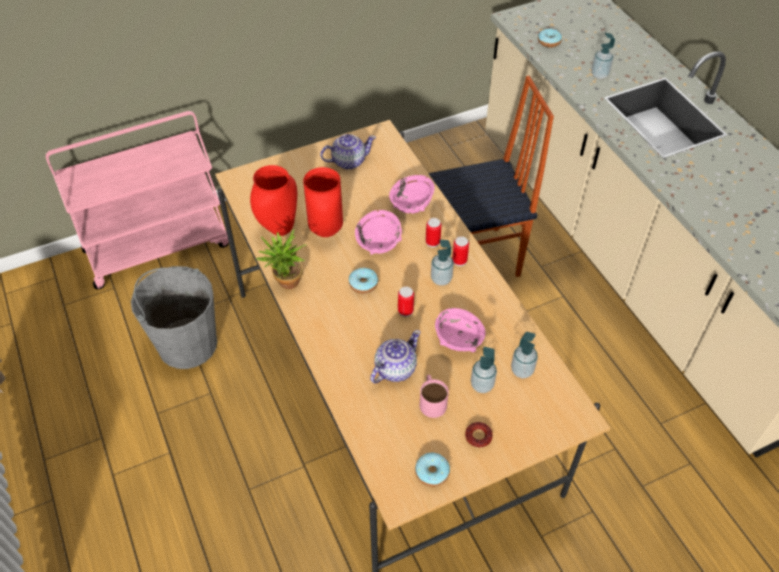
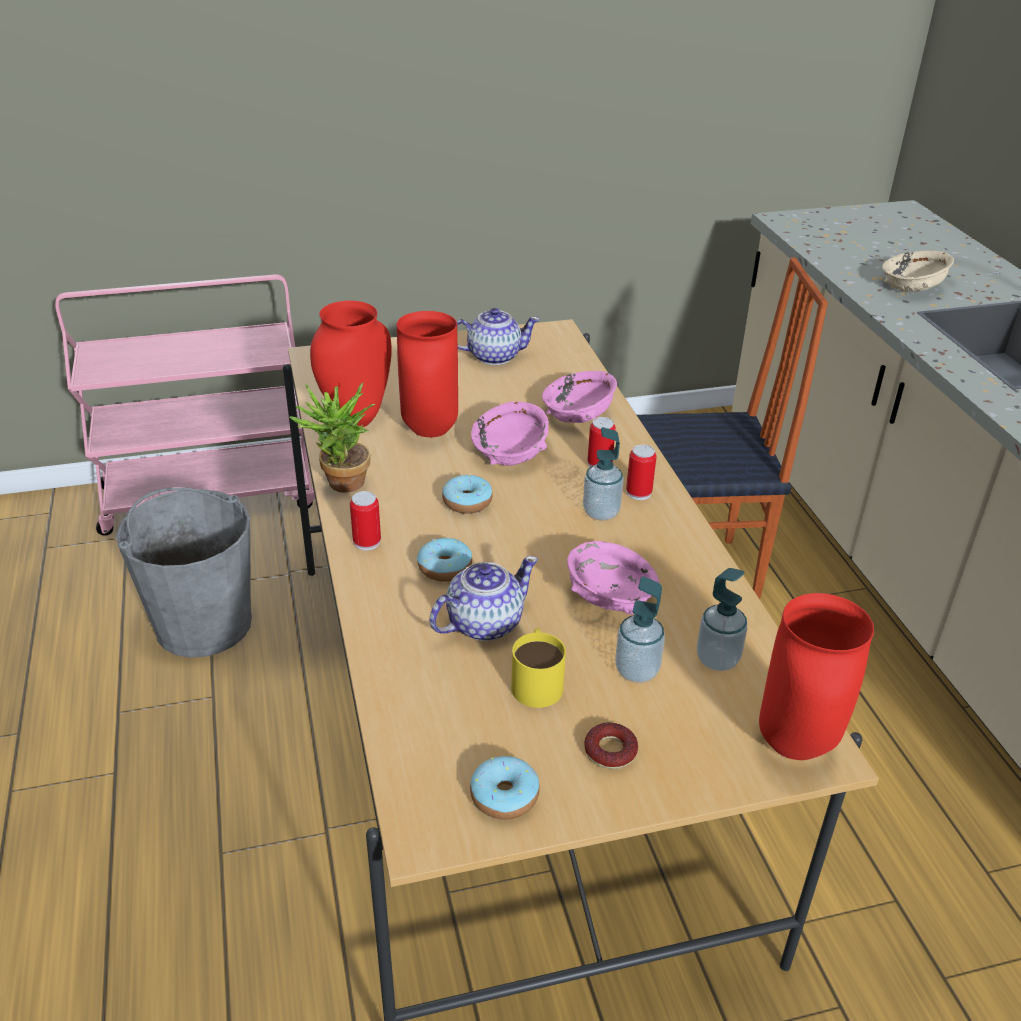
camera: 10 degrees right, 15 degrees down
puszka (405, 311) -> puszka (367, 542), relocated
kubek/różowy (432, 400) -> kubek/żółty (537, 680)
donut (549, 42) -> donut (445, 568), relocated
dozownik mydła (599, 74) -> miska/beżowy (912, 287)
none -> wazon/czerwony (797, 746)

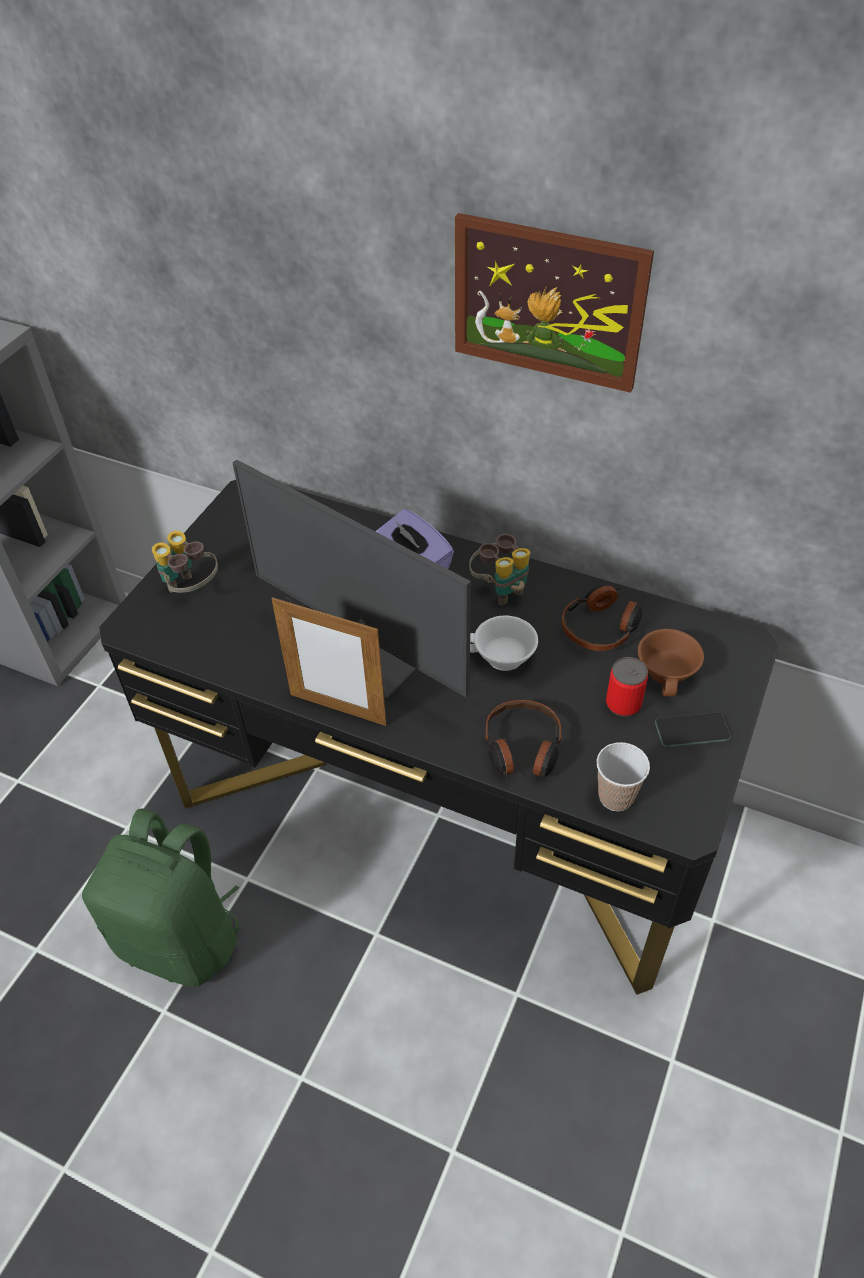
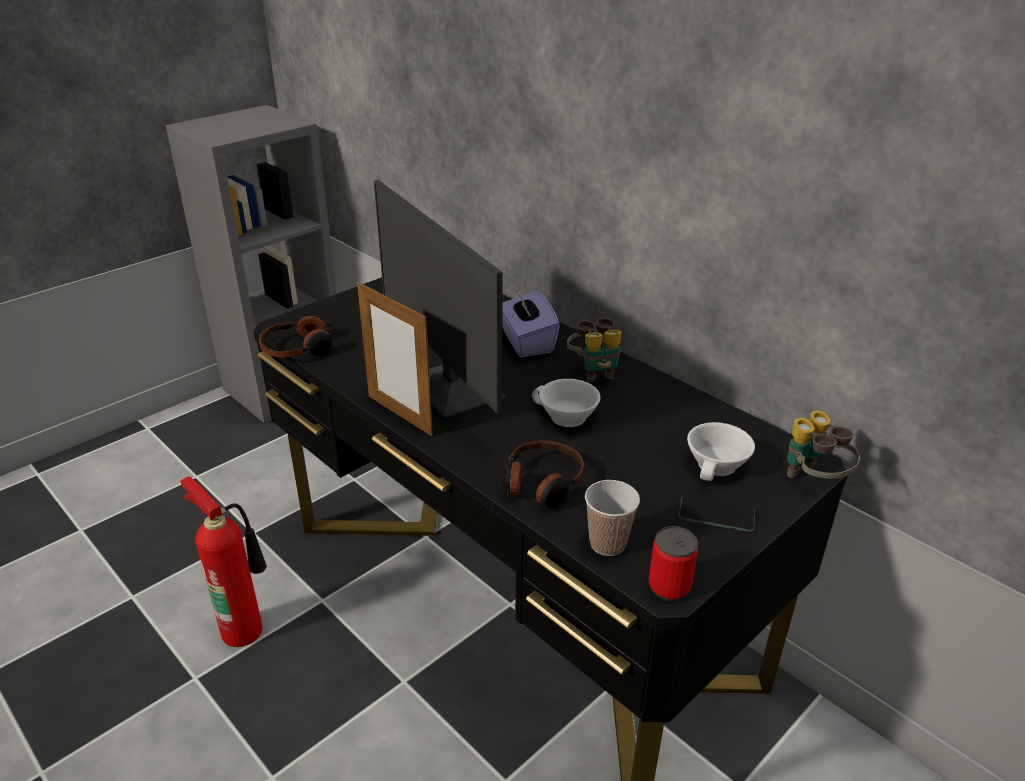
camera: 20 degrees right, 15 degrees down
plecak/zielony (182, 938) -> gaśnica (244, 627)
lornetka (191, 590) -> lornetka (813, 480), relocated
obraz (548, 303) -> none
słuchawki (601, 626) -> słuchawki (299, 348), relocated
puszka (623, 704) -> puszka (669, 586), relocated
filiżanka/brązowy (669, 672) -> filiżanka/biały (718, 466)

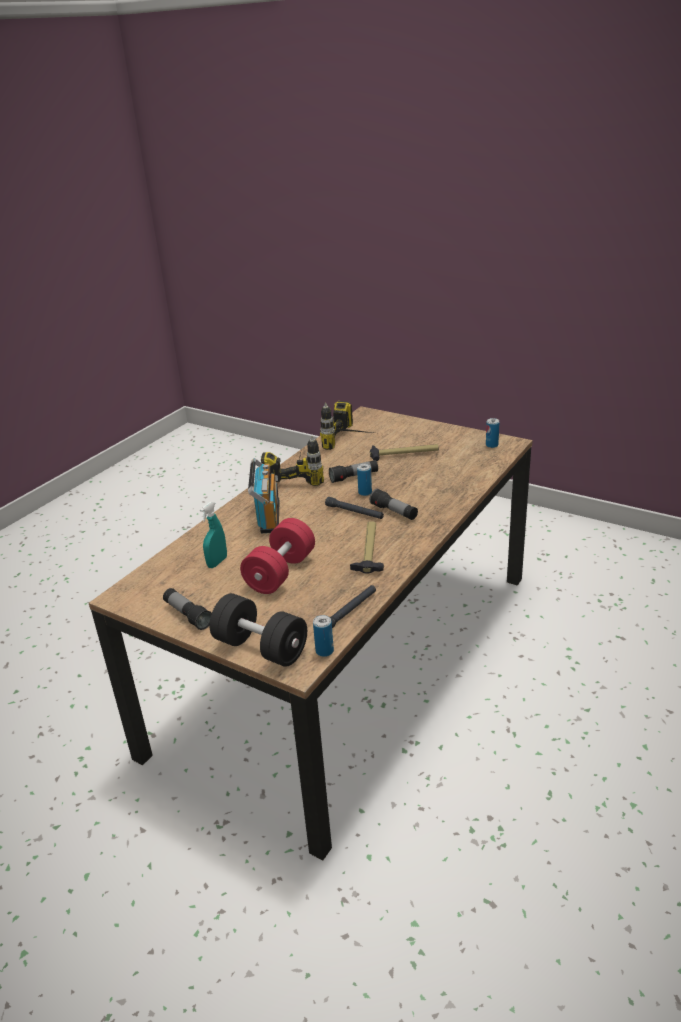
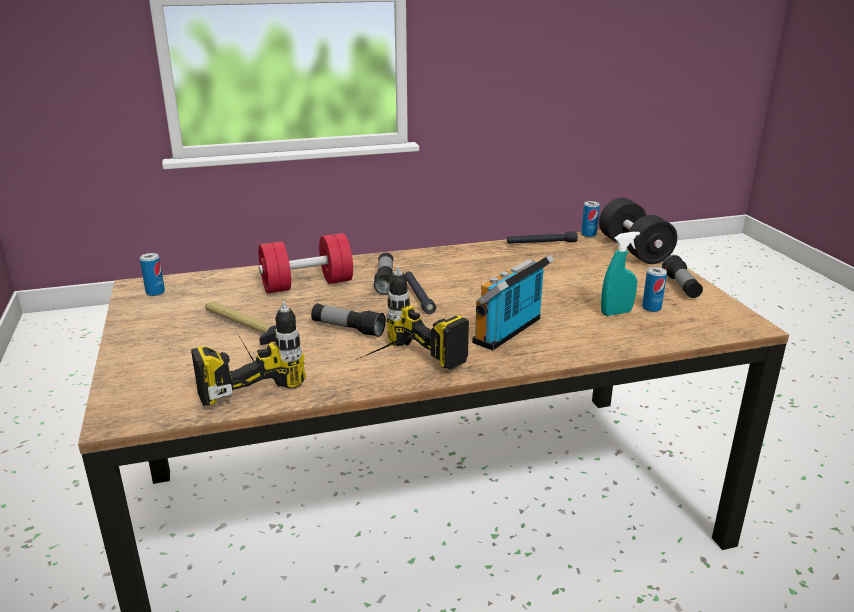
camera: 140 degrees left, 5 degrees down
hantel/czerwony (280, 572) -> hantel/czerwony (307, 285), relocated
młotek (369, 551) -> none
puszka (365, 492) -> puszka (651, 308), relocated

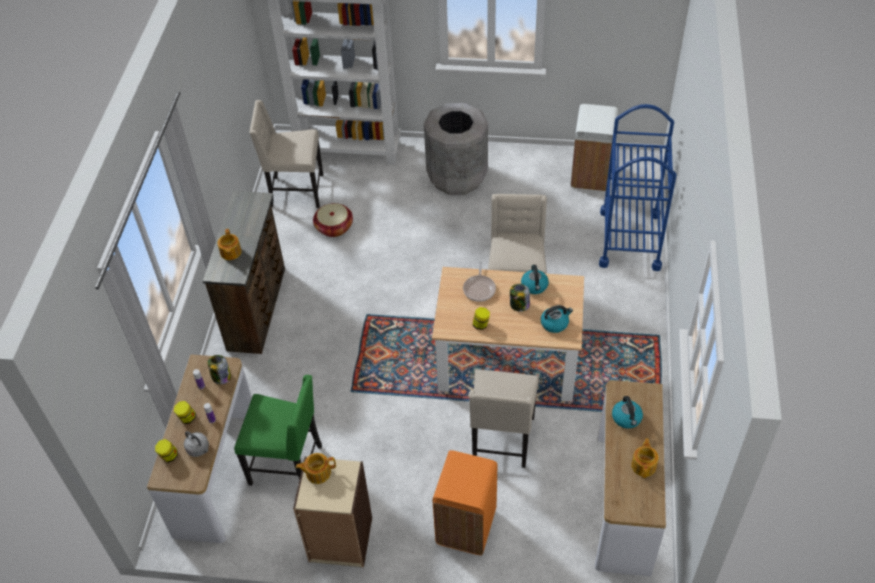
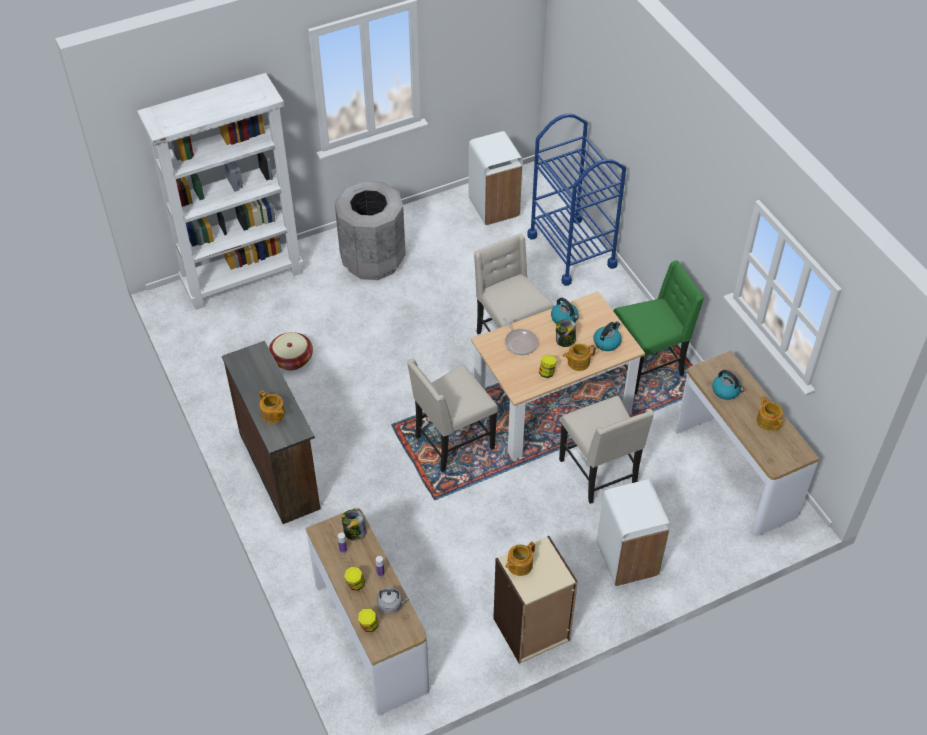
camera: 35 degrees left, 0 degrees up
krzesło/zielony (288, 464) -> krzesło/zielony (648, 366), relocated
krzesło/beżowy (295, 191) -> krzesło/beżowy (452, 442), relocated
kosz na śmieci/pomarańczowy (465, 527) -> kosz na śmieci/biały (627, 560)
none -> imbryk (578, 362)

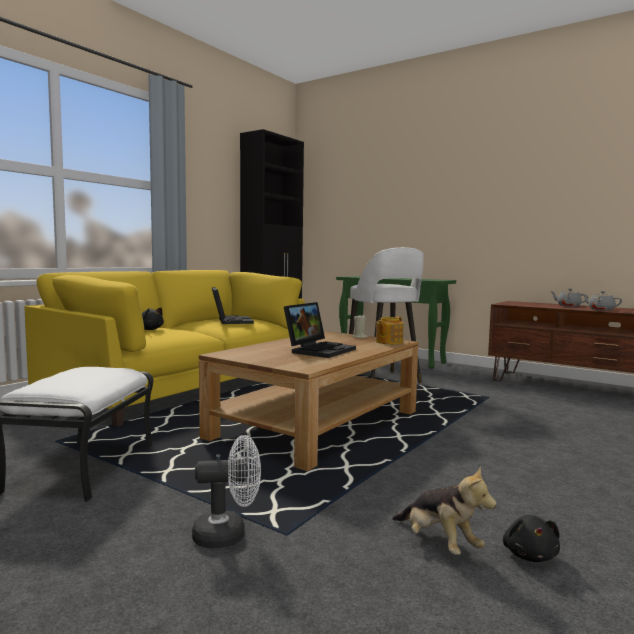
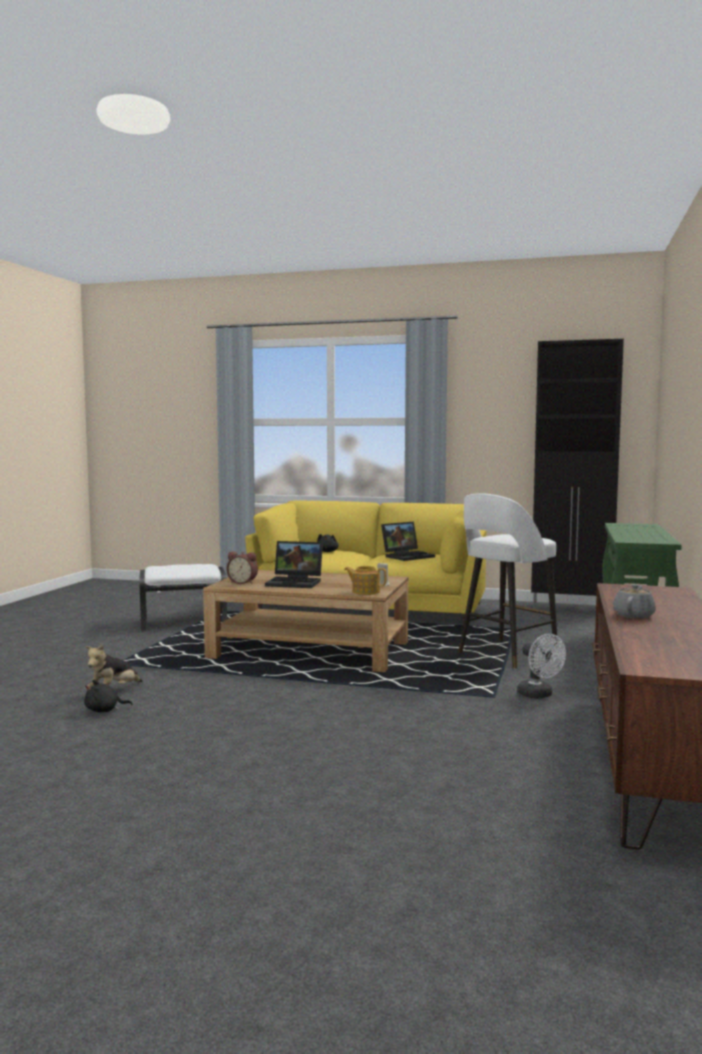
camera: 70 degrees right, 0 degrees up
wentylator/biały (228, 534) -> wentylator/biały (539, 695), relocated
imbryk/szary (568, 306) -> none
none -> budzik (243, 582)

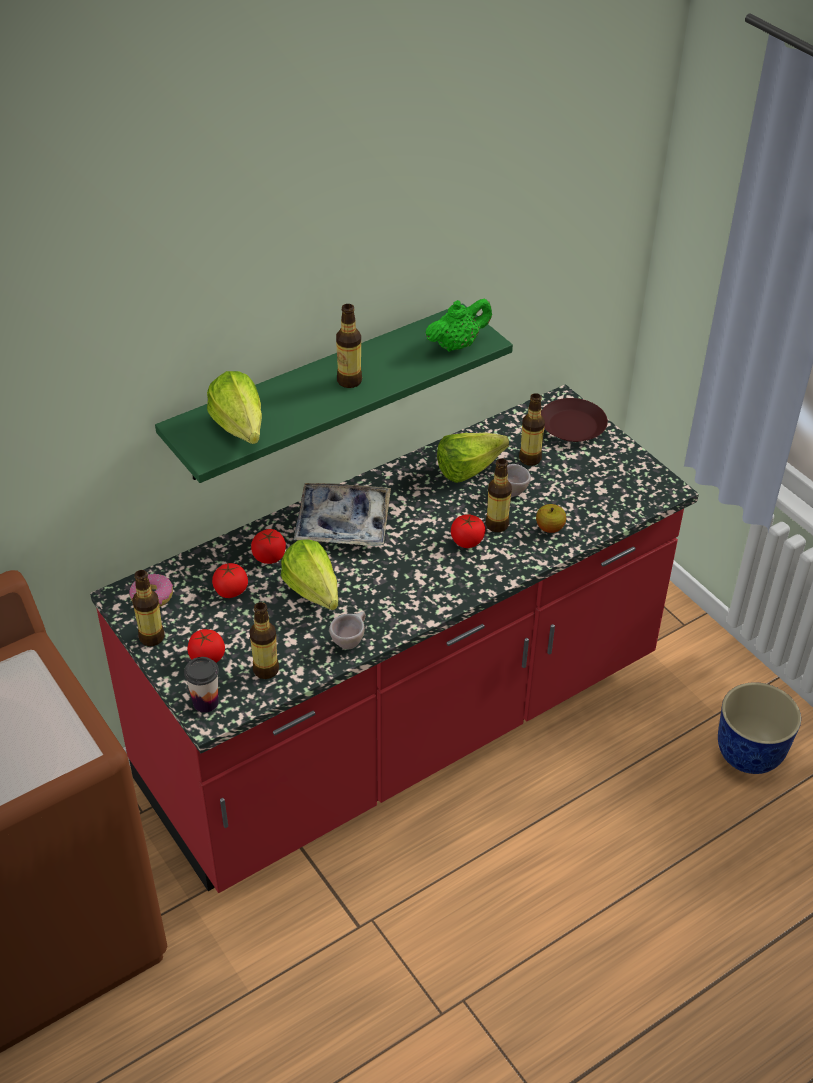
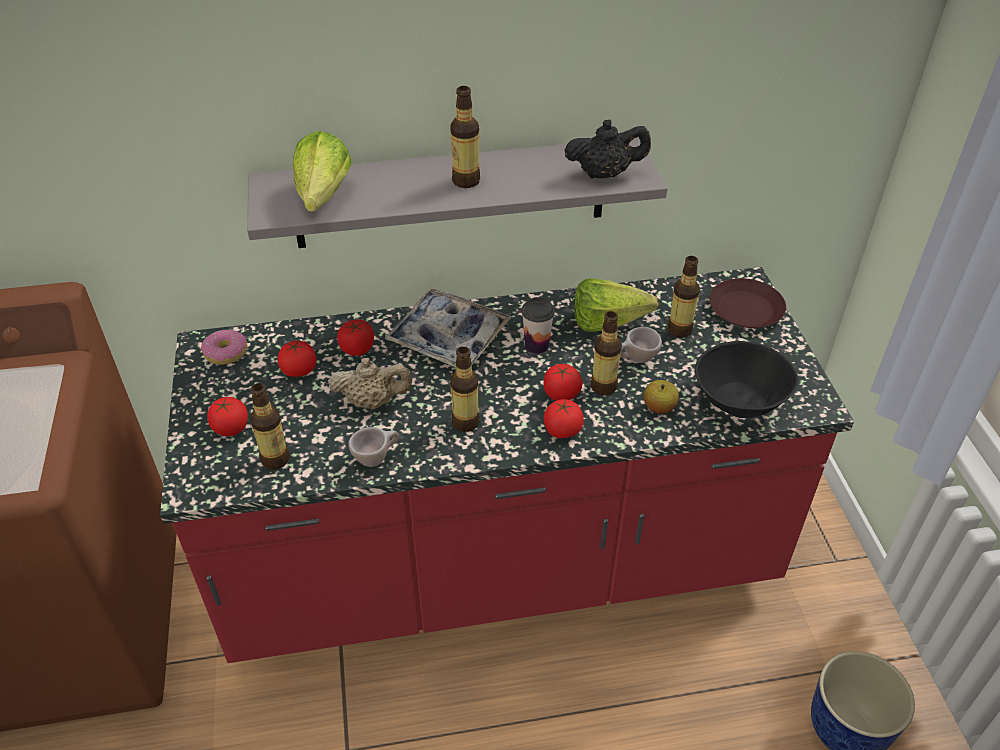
camera: 25 degrees right, 0 degrees up
butelka (151, 637) -> butelka (465, 422), relocated
półka/zielony (318, 393) -> półka/szary (450, 193)
filiżanka (205, 702) -> filiżanka (536, 345), relocated
sałata (315, 597) -> imbryk/beżowy (372, 401)
imbryk/zielony (457, 345) -> imbryk/czarny (605, 174)
none -> pomidor (562, 430)
none -> miska/czarny (739, 399)

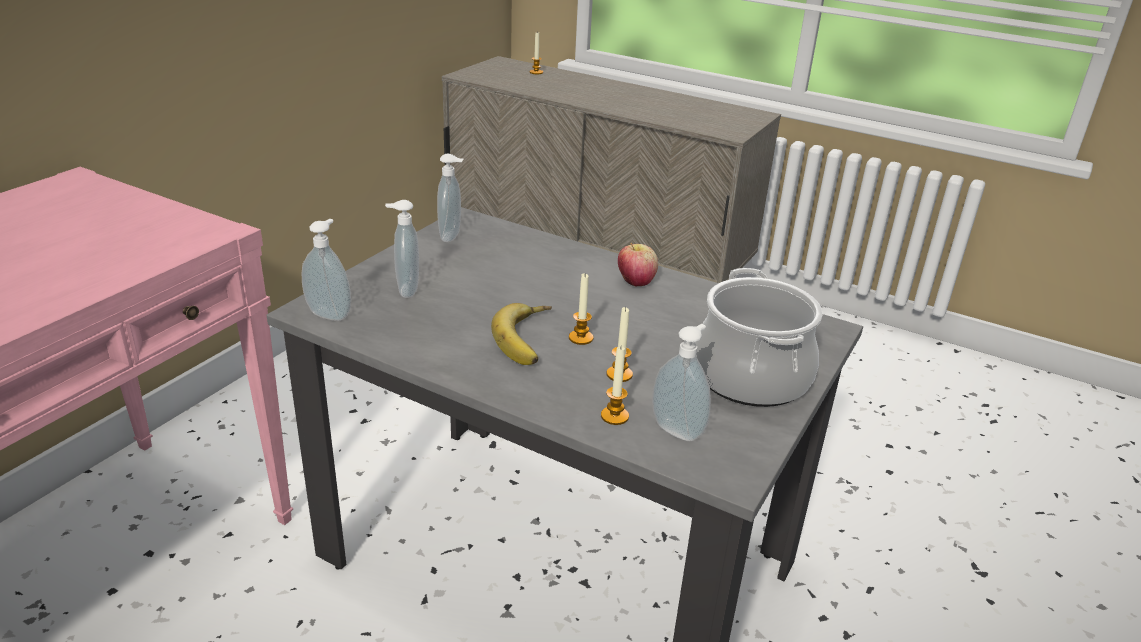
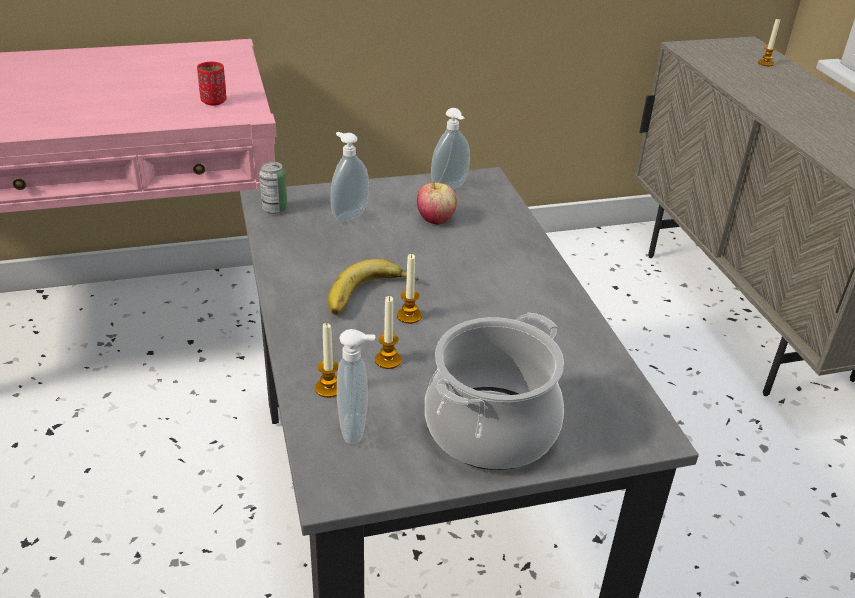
camera: 45 degrees right, 5 degrees up
dozownik mydła (330, 314) -> puszka (274, 209)
jabłko (636, 282) -> jabłko (435, 219), relocated
none -> filiżanka/czerwony (214, 101)

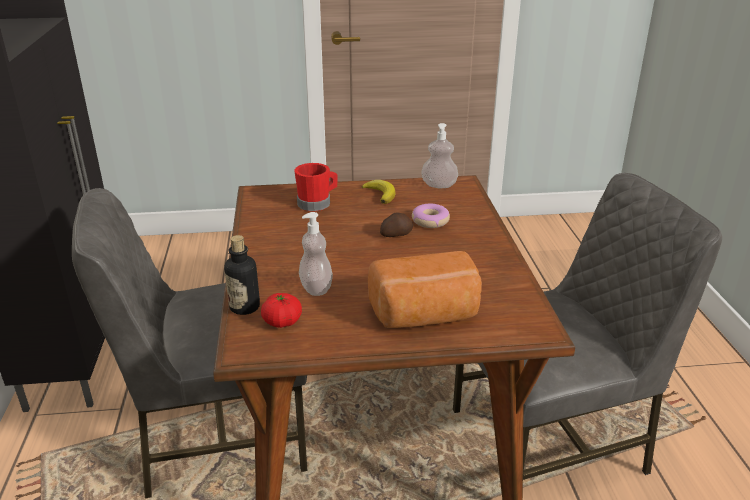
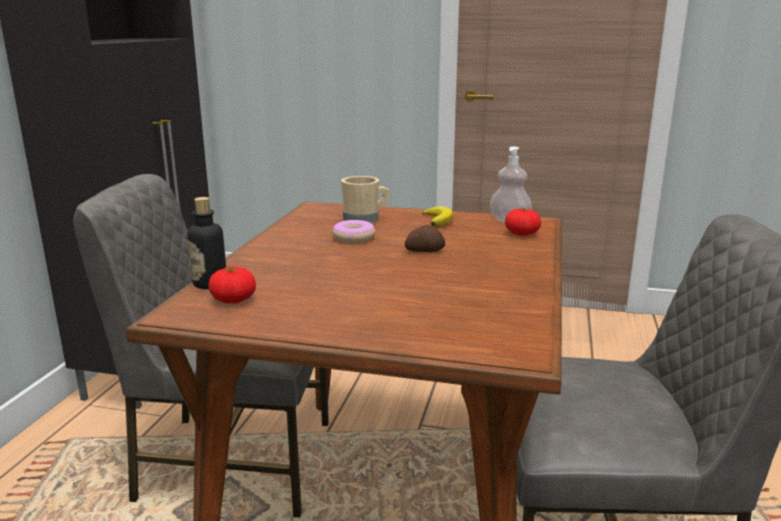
camera: 20 degrees right, 10 degrees down
kubek/czerwony (317, 203) -> kubek/beżowy (365, 220)
dozownik mydła (316, 288) -> none
chleb (425, 315) -> none
donut (430, 221) -> donut (353, 238), relocated
none -> pomidor (522, 234)

